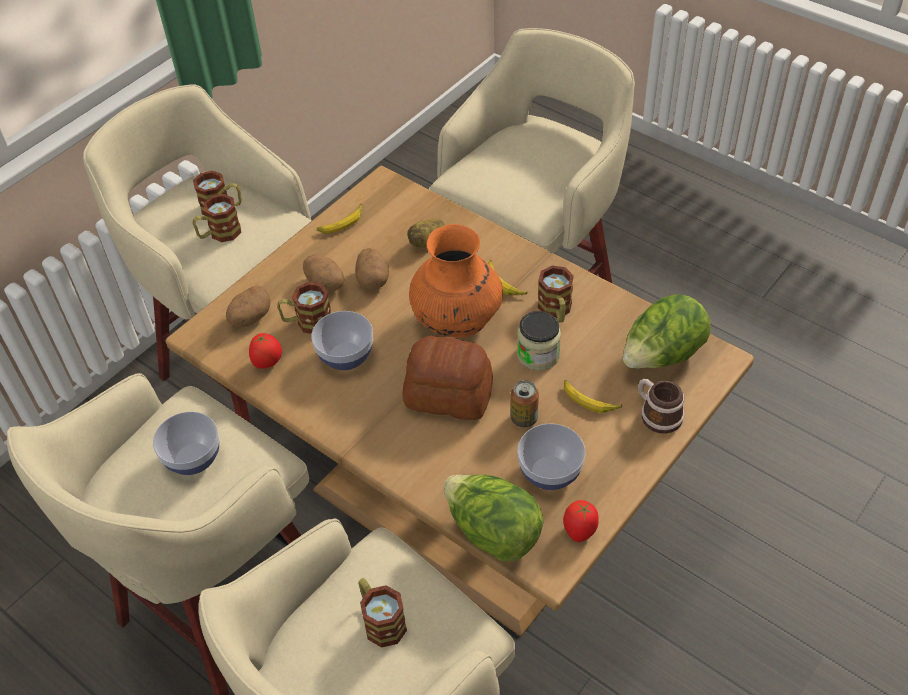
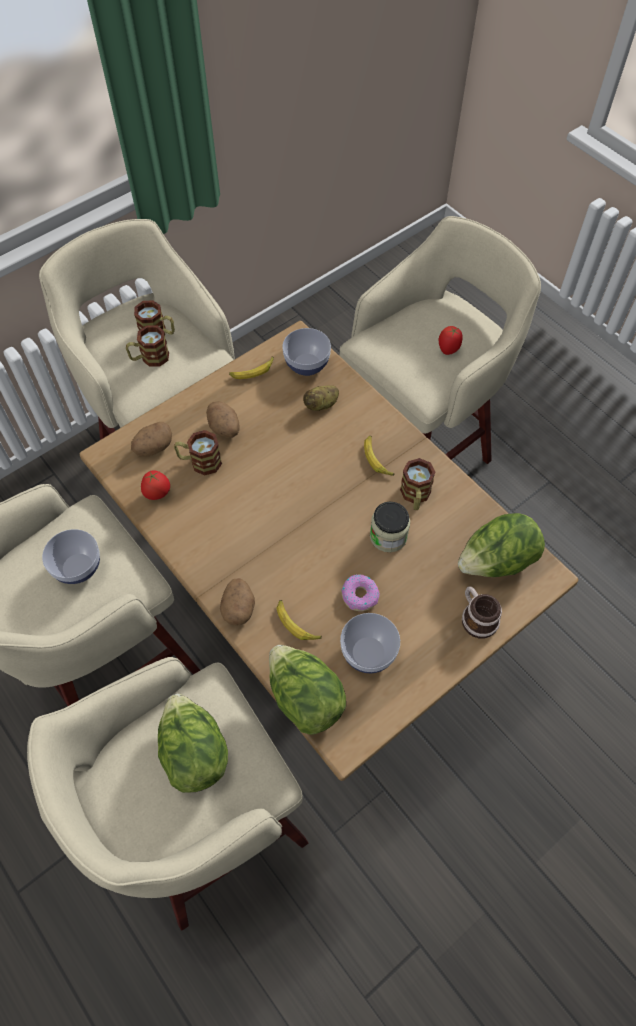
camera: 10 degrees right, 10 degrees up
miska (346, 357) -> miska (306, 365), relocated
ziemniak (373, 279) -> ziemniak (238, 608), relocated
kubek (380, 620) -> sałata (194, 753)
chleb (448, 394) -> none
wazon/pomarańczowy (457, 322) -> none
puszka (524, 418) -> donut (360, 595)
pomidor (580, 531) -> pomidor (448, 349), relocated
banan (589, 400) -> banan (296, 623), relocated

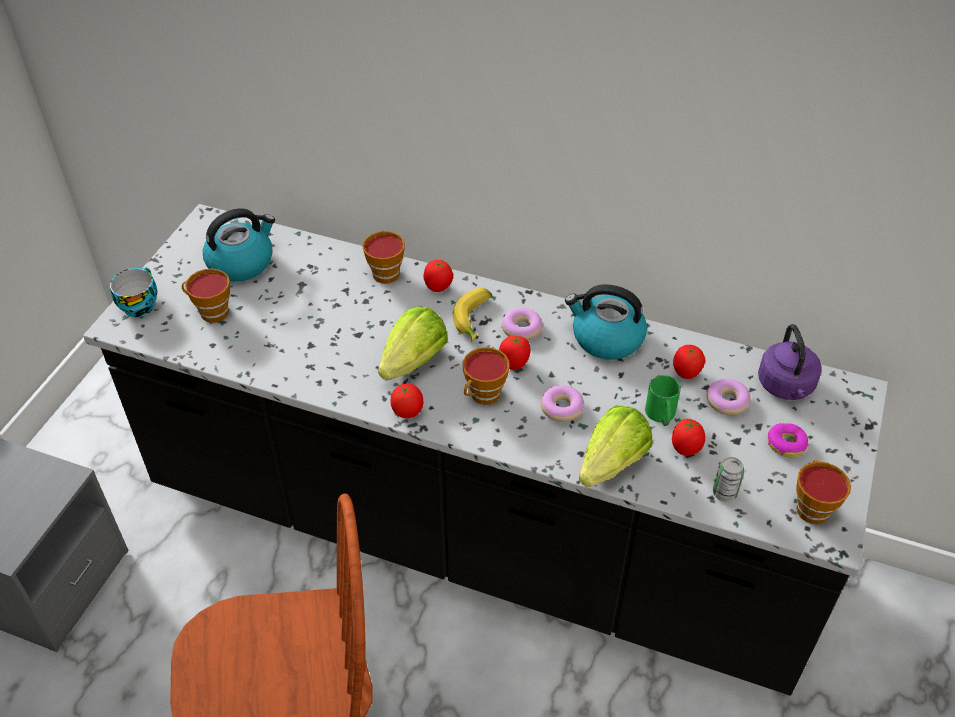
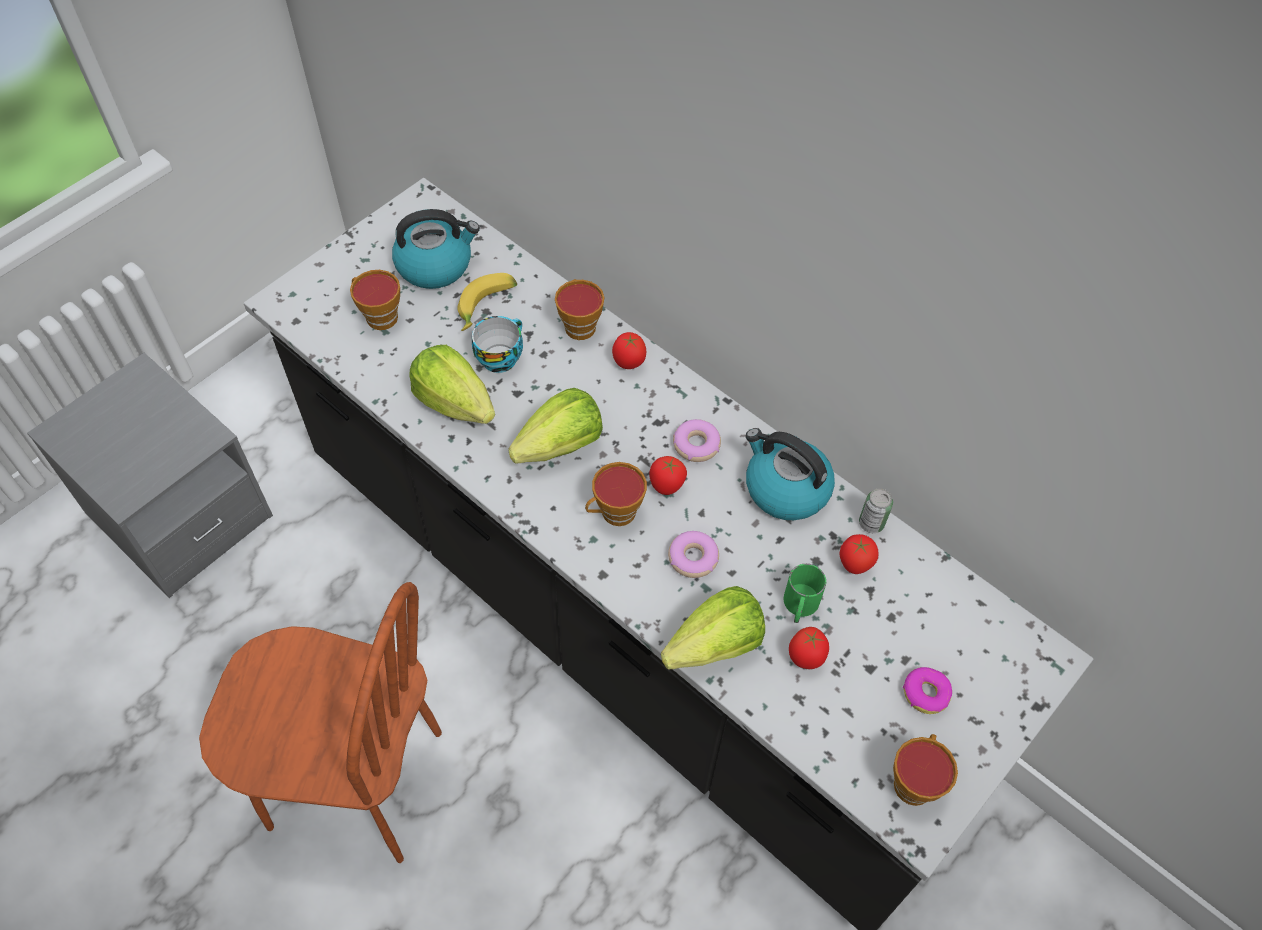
camera: 20 degrees right, 10 degrees up
filiżanka (139, 305) -> filiżanka (500, 357), relocated
pomidor (407, 413) -> none
banan (475, 320) -> banan (487, 307), relocated
donut (727, 401) -> none
puszka (724, 493) -> puszka (871, 523), relocated
czajnik/fioletowy (786, 387) -> none
none -> sałata (454, 402)

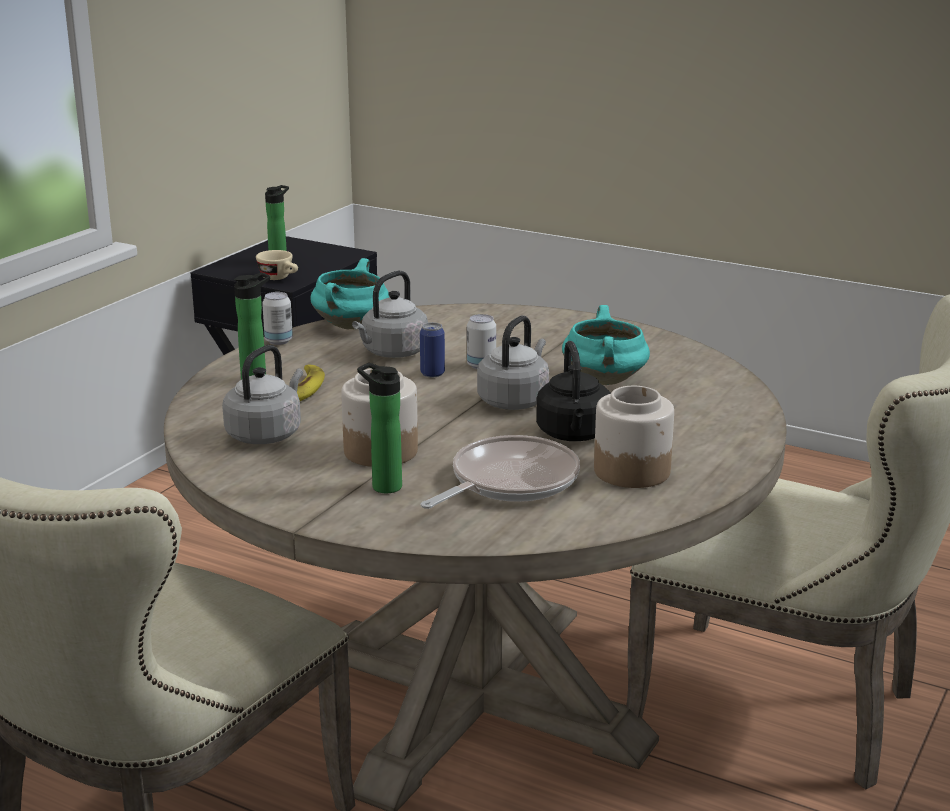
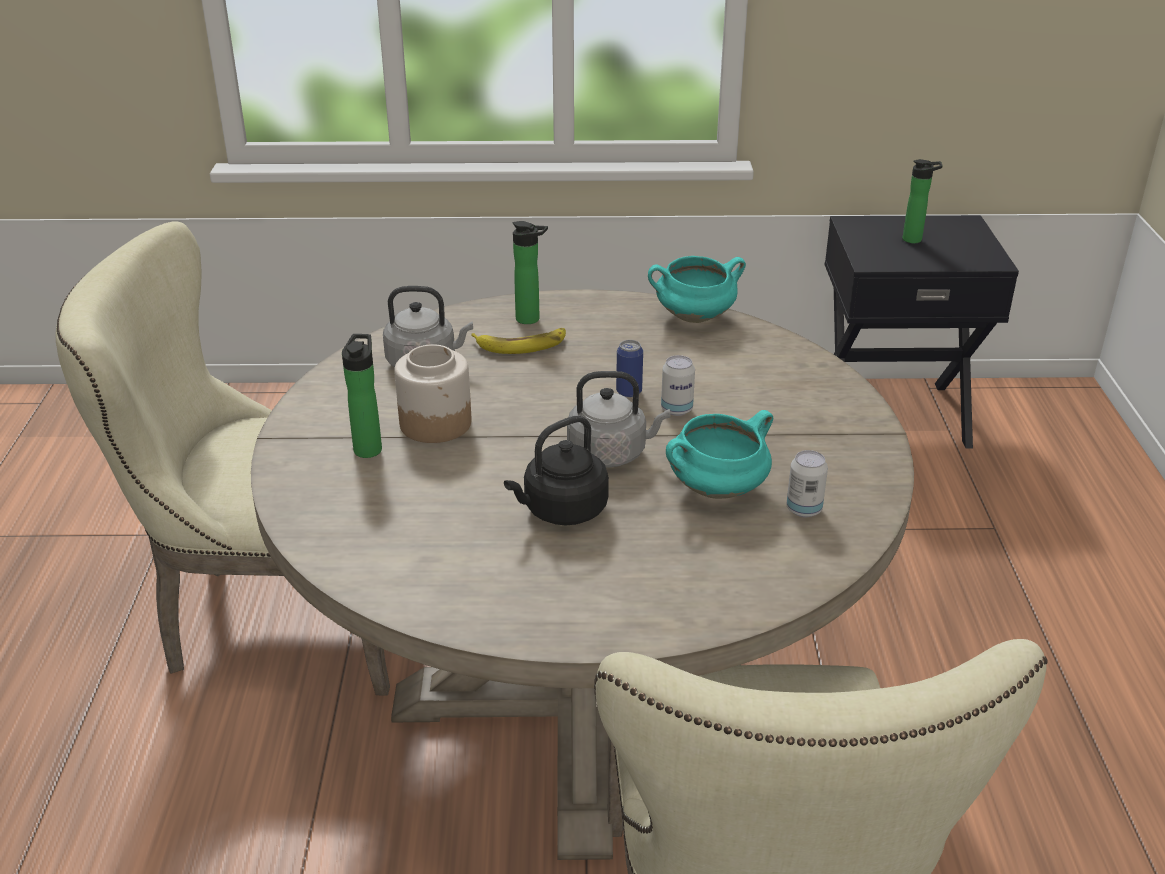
camera: 60 degrees right, 10 degrees up
filiżanka/beżowy (279, 278) -> none
puszka (278, 341) -> puszka (804, 509), relocated
czajnik/szary (392, 353) -> none
patelnia (509, 482) -> none
słoik (632, 471) -> none

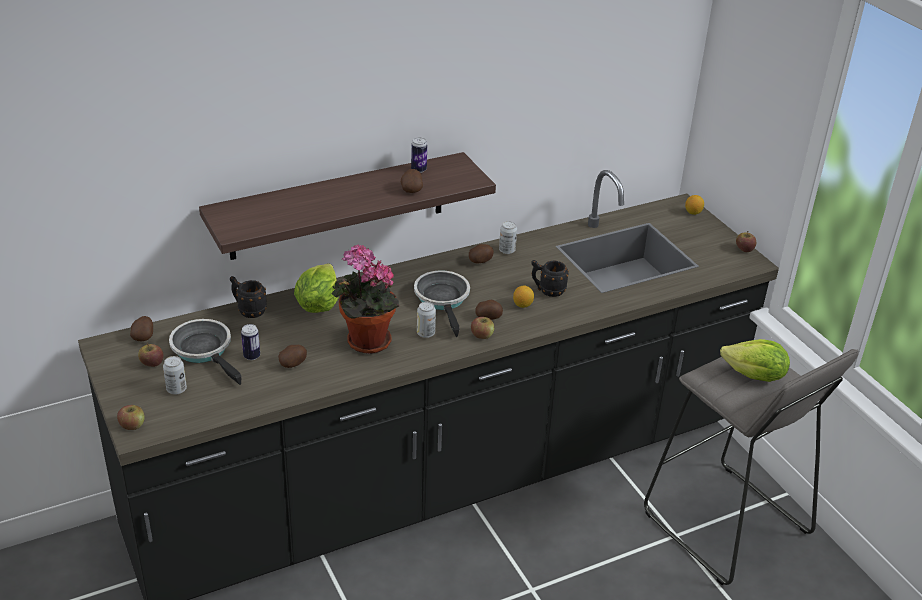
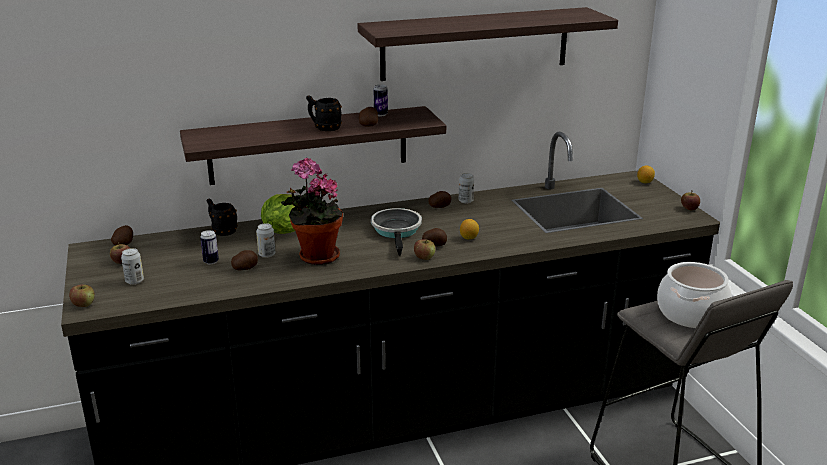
camera: 10 degrees right, 10 degrees down
patelnia (205, 350) -> none
puszka (425, 333) -> puszka (267, 254), relocated
kubek/czarny (547, 290) -> kubek/czarny (324, 128), relocated
sałata (754, 376) -> garnek (691, 313)
none -> półka (475, 43)

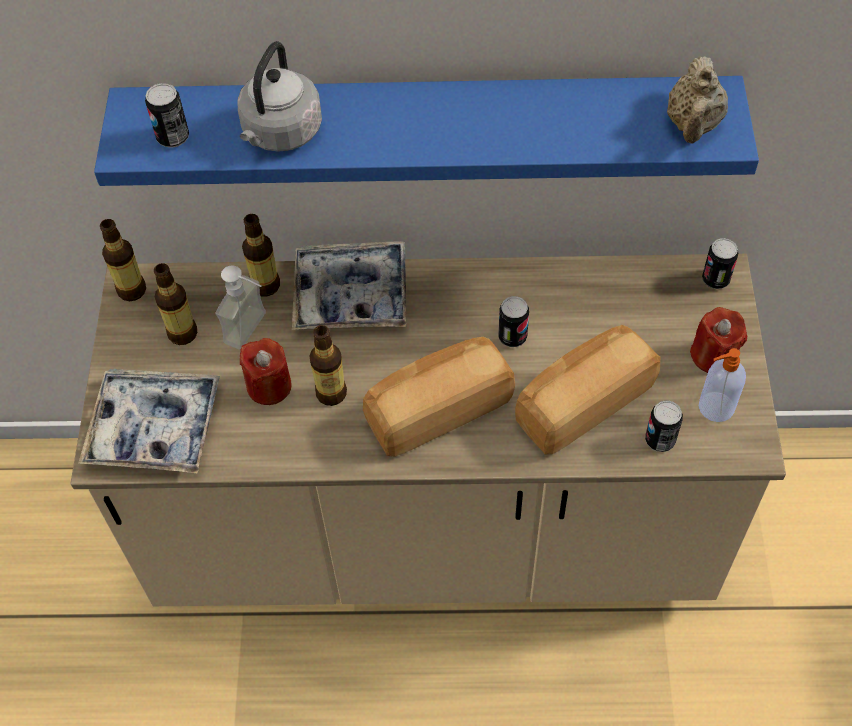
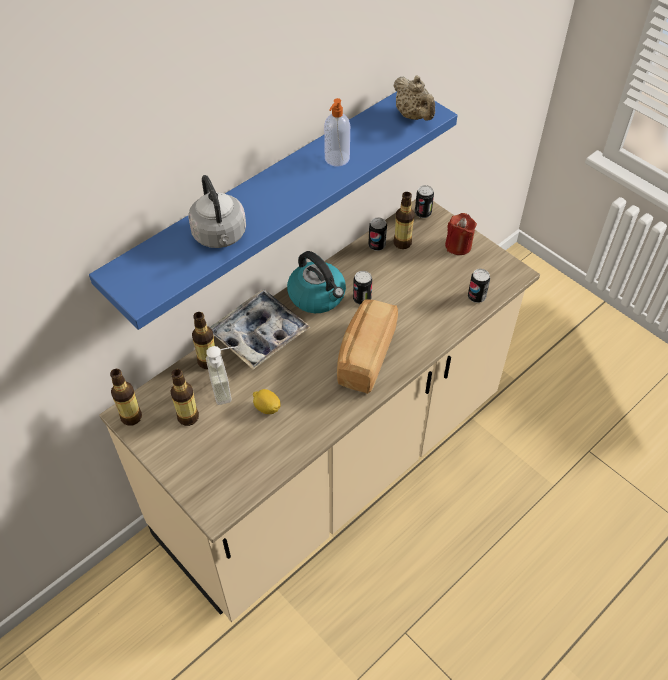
camera: 45 degrees left, 5 degrees down
taca (154, 428) -> none
puszka (173, 137) -> puszka (377, 245), relocated
świeca/czerwony (269, 386) -> cytryna (267, 408)
butelka (331, 393) -> butelka (402, 243), relocated
chleb (582, 402) -> none
dozownik mydła (715, 407) -> dozownik mydła (336, 159), relocated
none -> czajnik (318, 296)

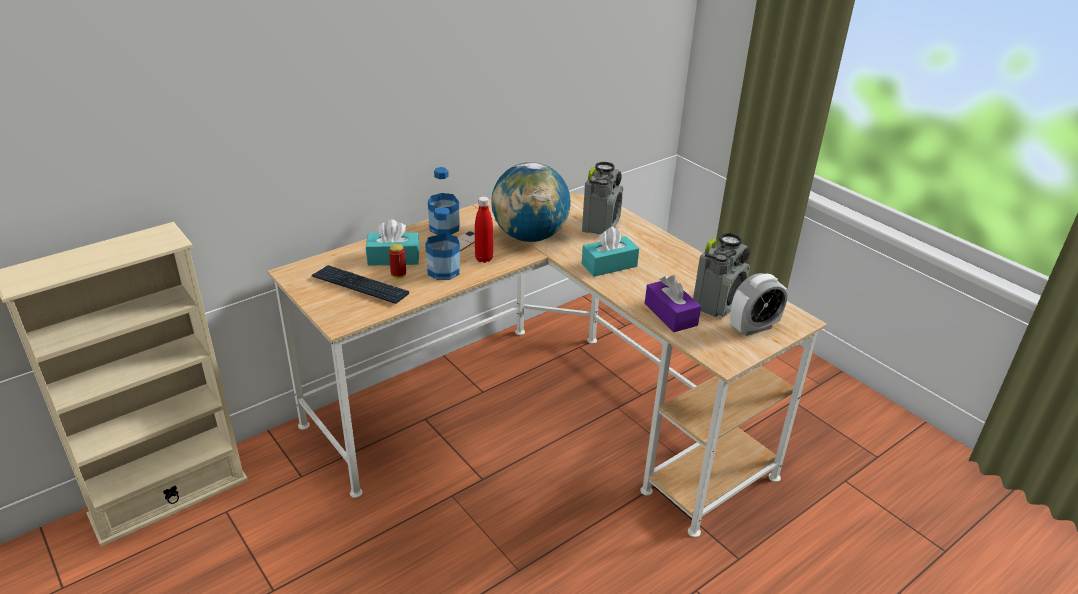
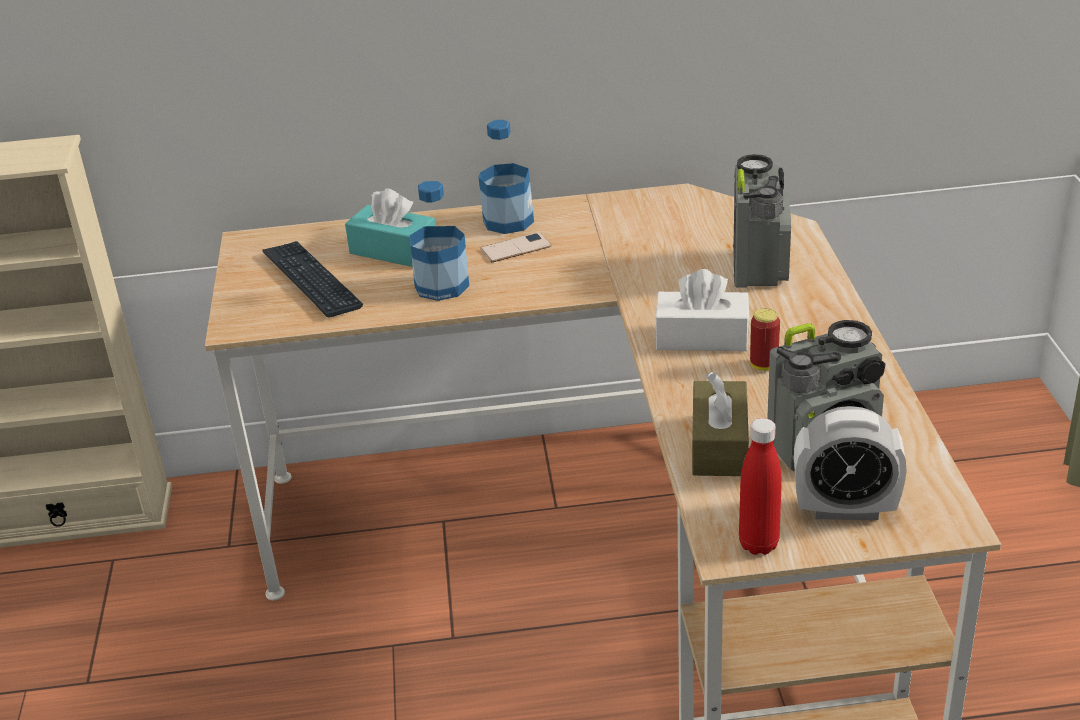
camera: 35 degrees right, 0 degrees up
puszka (398, 275) -> puszka (764, 365), relocated
butelka/czerwony (484, 259) -> butelka/czerwony (758, 544), relocated
globus (530, 237) -> none
radio (601, 224) -> radio (759, 267), 45 degrees counterclockwise
pudełko chusteczek/turkusowy (609, 265) -> pudełko chusteczek/biały (702, 337)
pudełko chusteczek/fioletowy (670, 314) -> pudełko chusteczek/brązowy (719, 445)

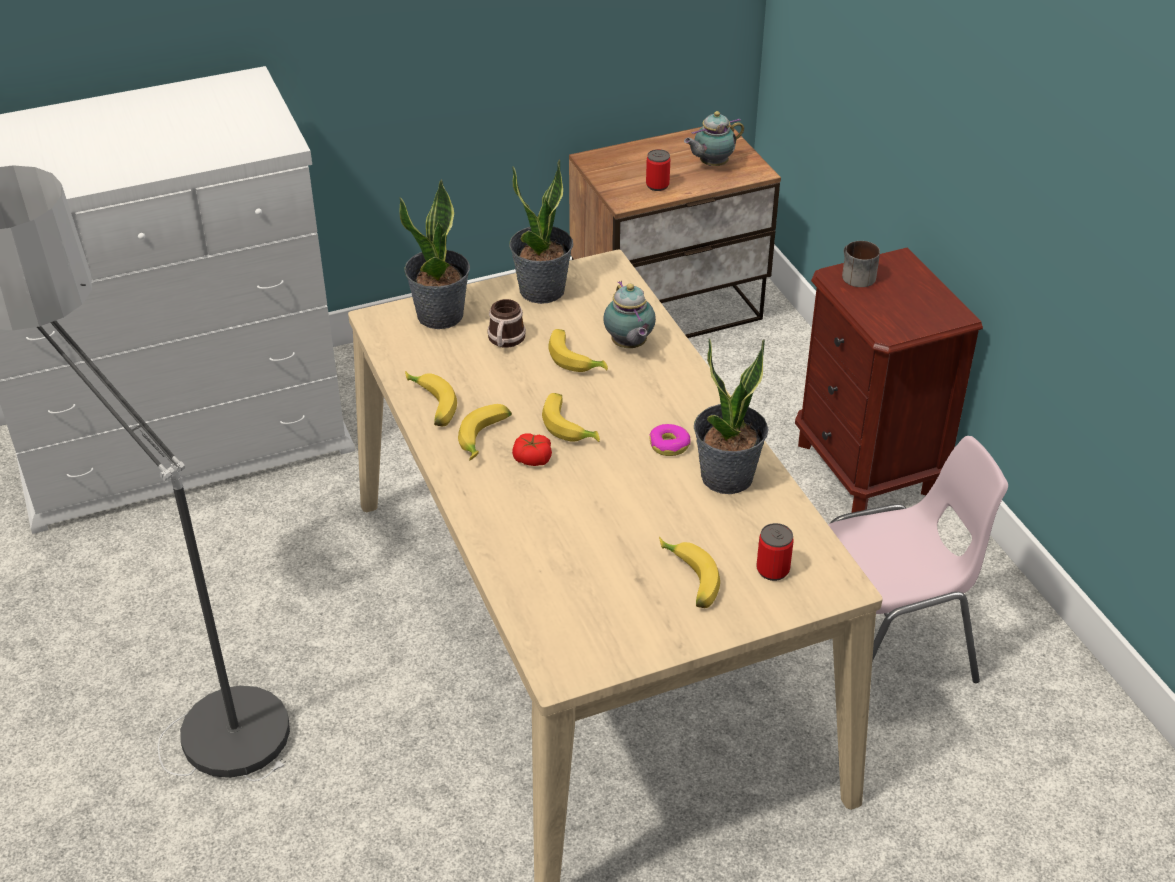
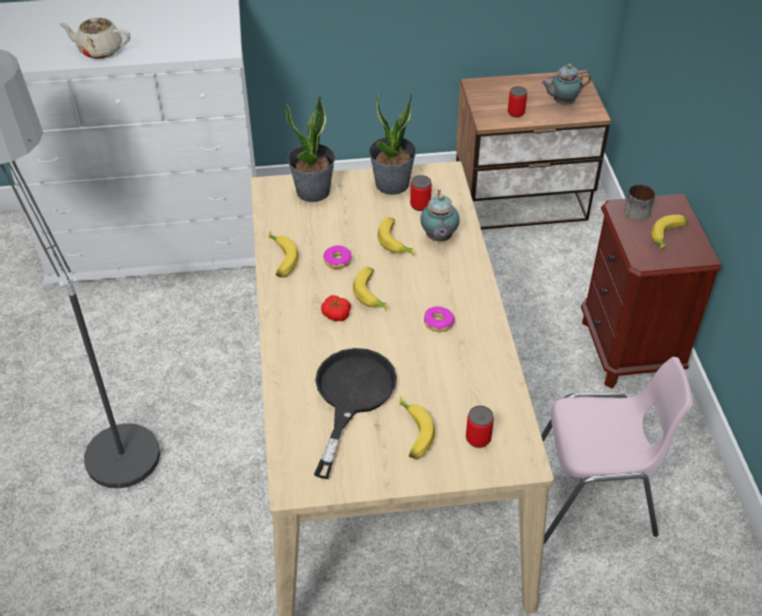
camera: 15 degrees right, 5 degrees up
banan (486, 439) -> banan (668, 237), relocated
kubek (505, 341) -> none
roślina doniczkowa (727, 477) -> none
none -> imbryk/beżowy (99, 50)
none -> patelnia/czarny (351, 397)
none -> donut (337, 260)
none -> puszka (420, 205)

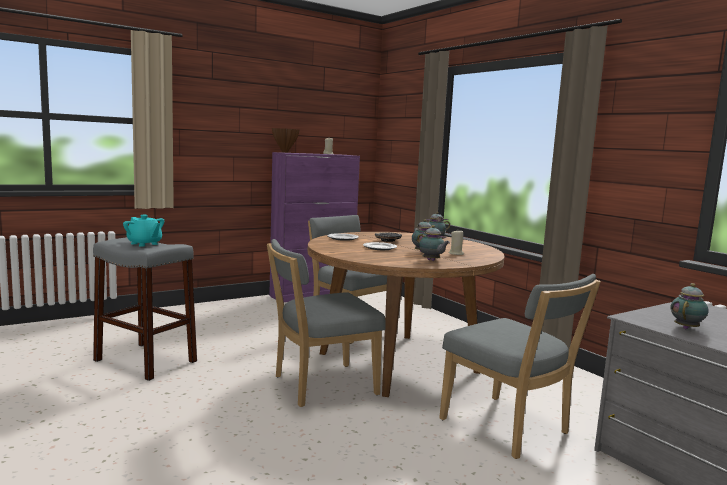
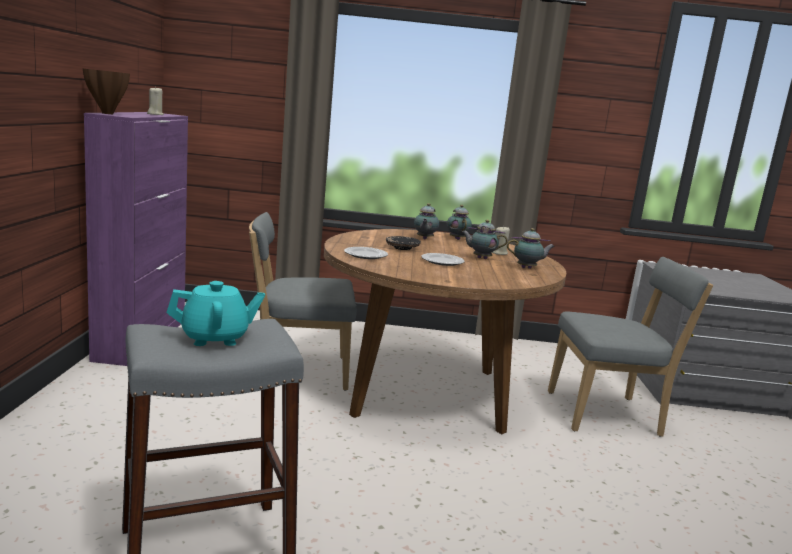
camera: 55 degrees left, 5 degrees up
krzesło/szary (320, 386) -> none
imbryk (687, 328) -> imbryk (457, 239), relocated

